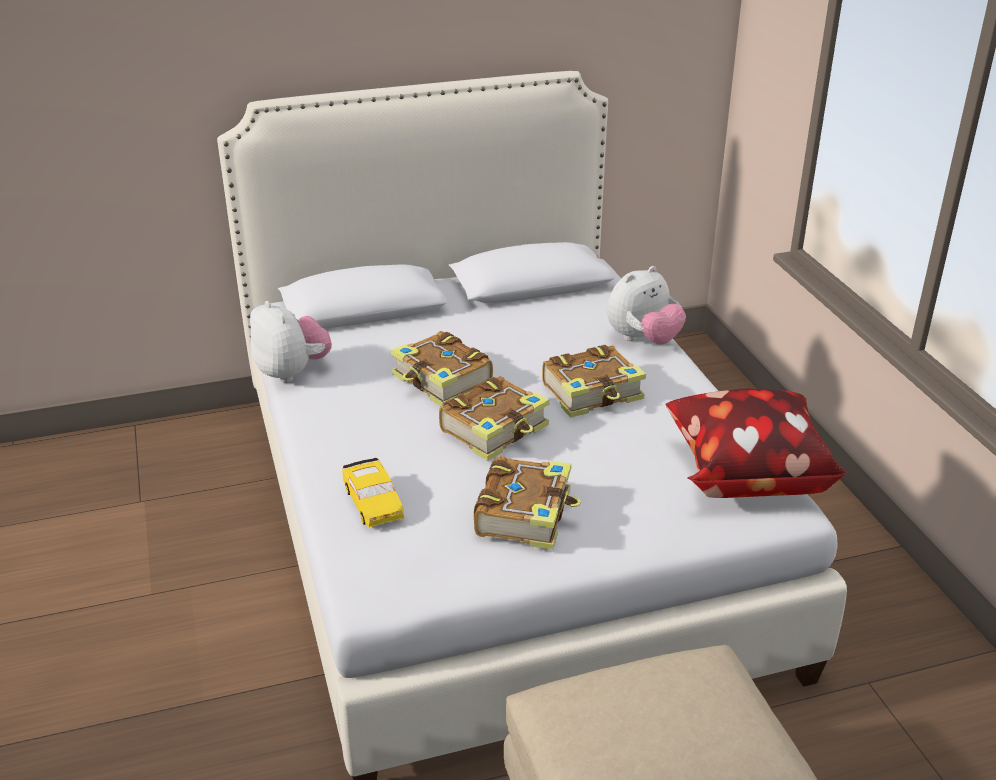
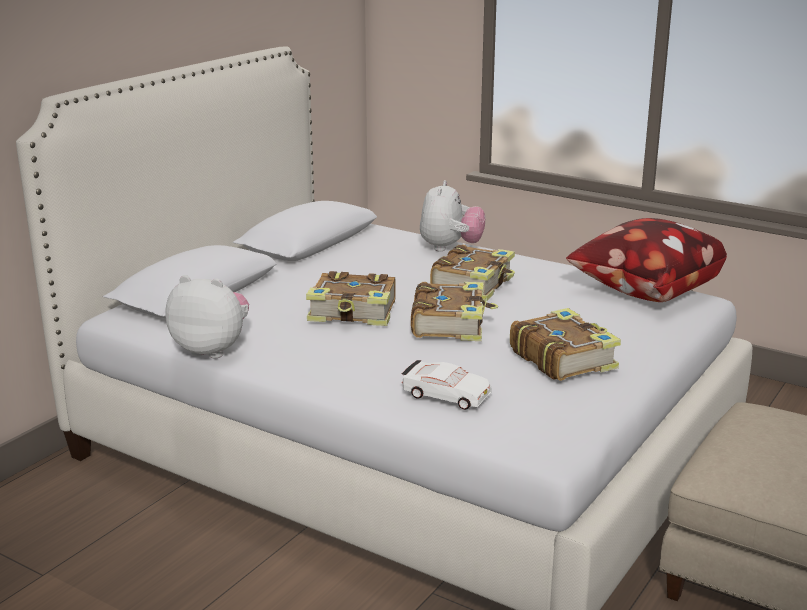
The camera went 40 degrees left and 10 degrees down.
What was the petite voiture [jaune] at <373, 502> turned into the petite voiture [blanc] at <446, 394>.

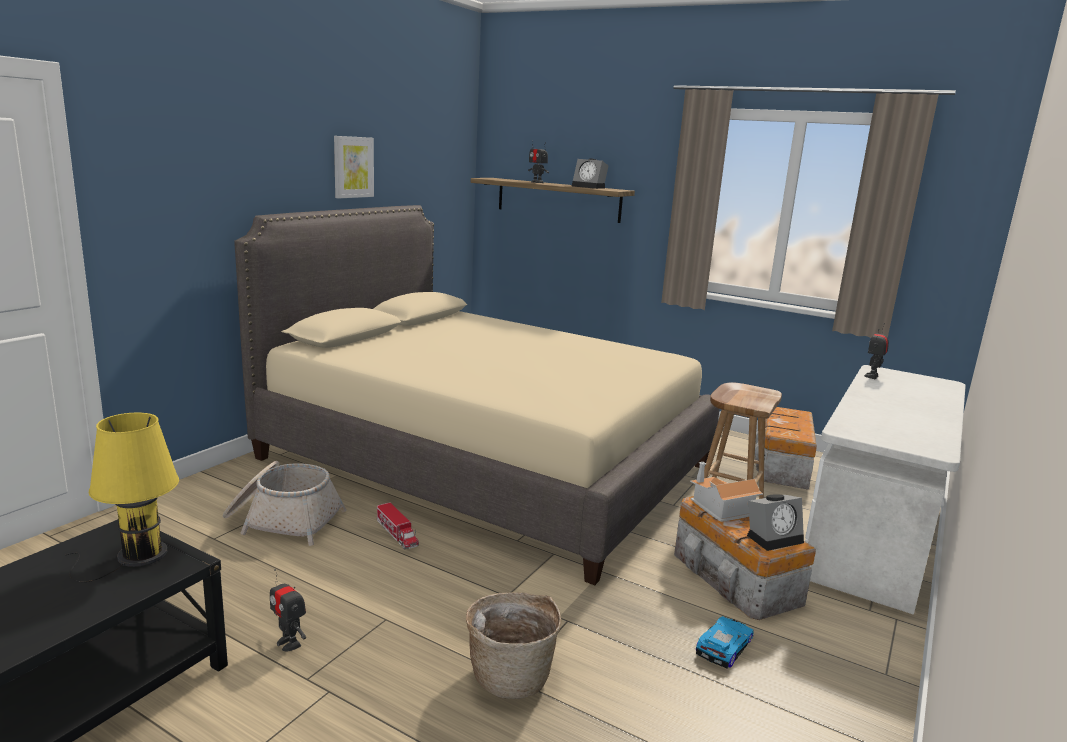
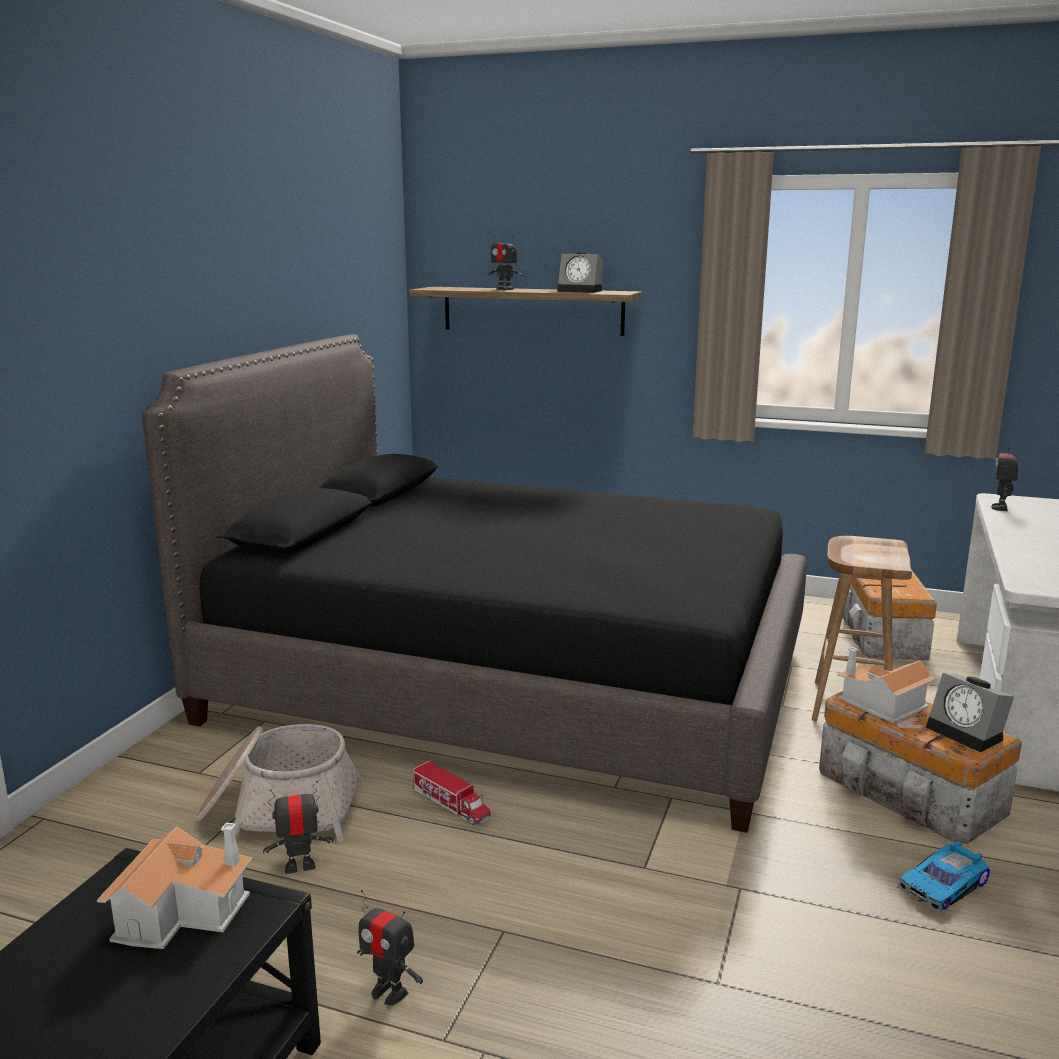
The camera went 10 degrees left and 0 degrees up.
The second view lost the tableau at <353, 167>.
What was the lit [beige] at <485, 462> turned into the lit [noir] at <512, 682>.
Where the lampe de table [jaune] stood at <136, 556>, the maison miniature came to stand at <183, 910>.
The réveil at <774, 537> ended up facing another way, 90 degrees clockwise from before.
The second view lost the panier at <511, 675>.
The petite voiture at <723, 646> ended up facing another way, 150 degrees counterclockwise from before.
The second view gained the robot jouet at <300, 866>.

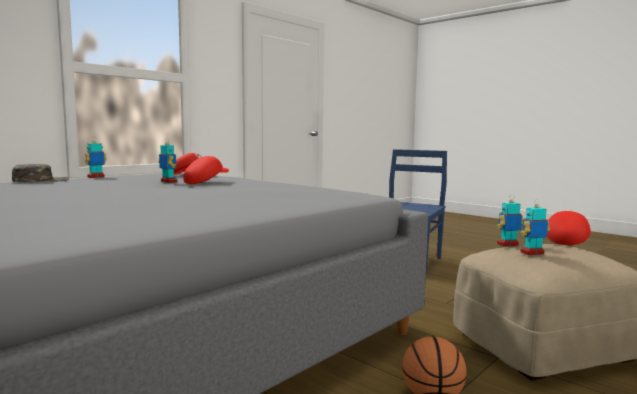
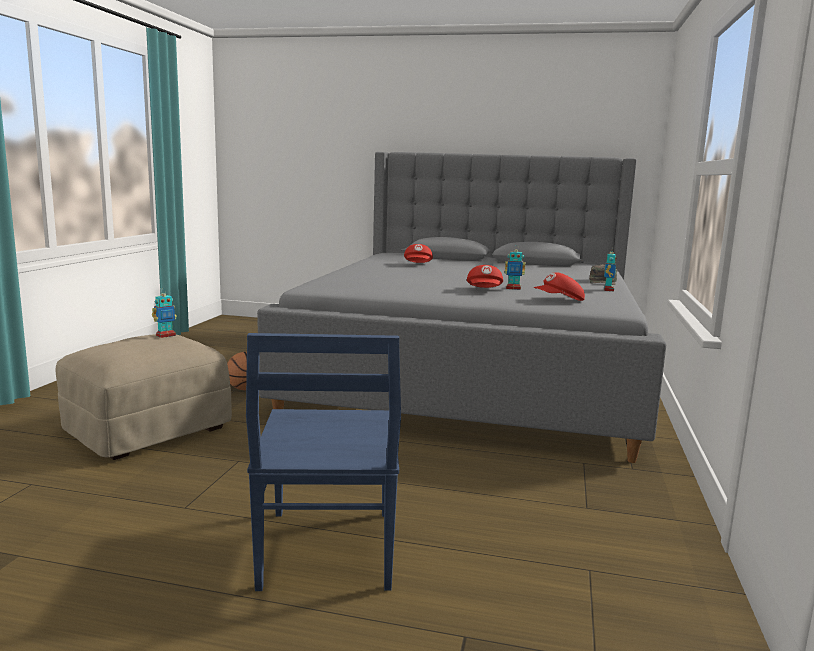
The camera went 150 degrees right and 5 degrees up.
The second view lost the robot jouet at <508, 245>.
The casquette [rouge] ended up elsewhere, having gone from <565, 240> to <418, 264>.

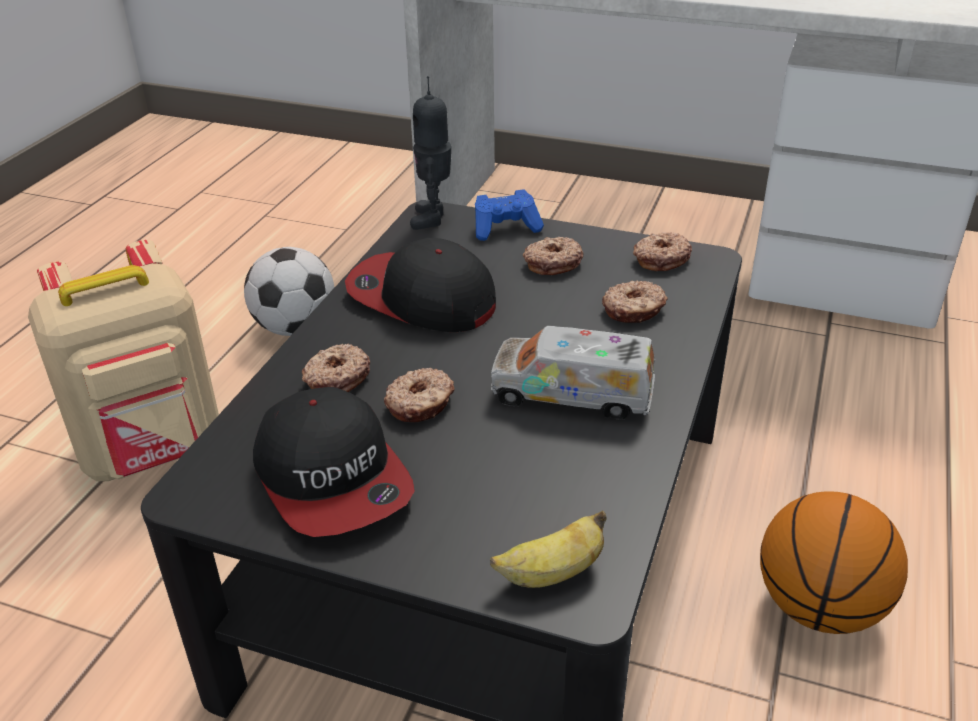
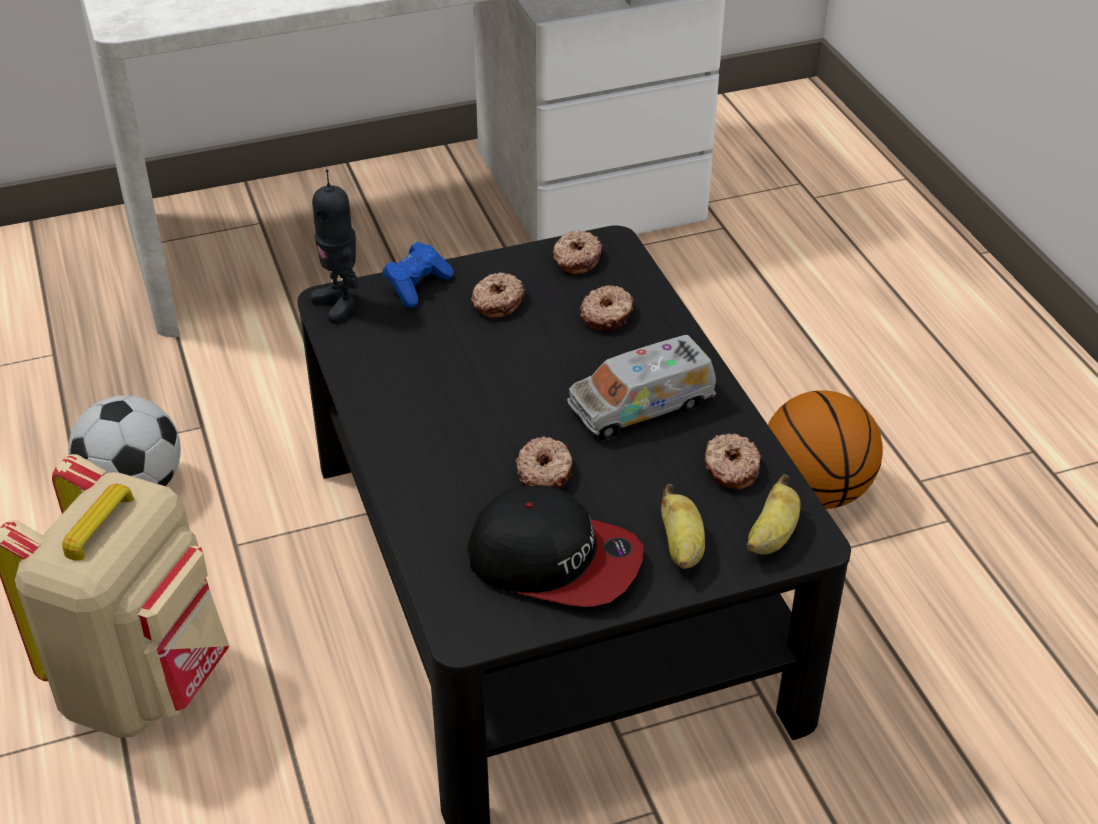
The camera went 40 degrees left and 5 degrees up.
The second view lost the casquette at <421, 298>.
The beignet ended up elsewhere, having gone from <336, 378> to <730, 469>.
The second view gained the banane at <682, 548>.

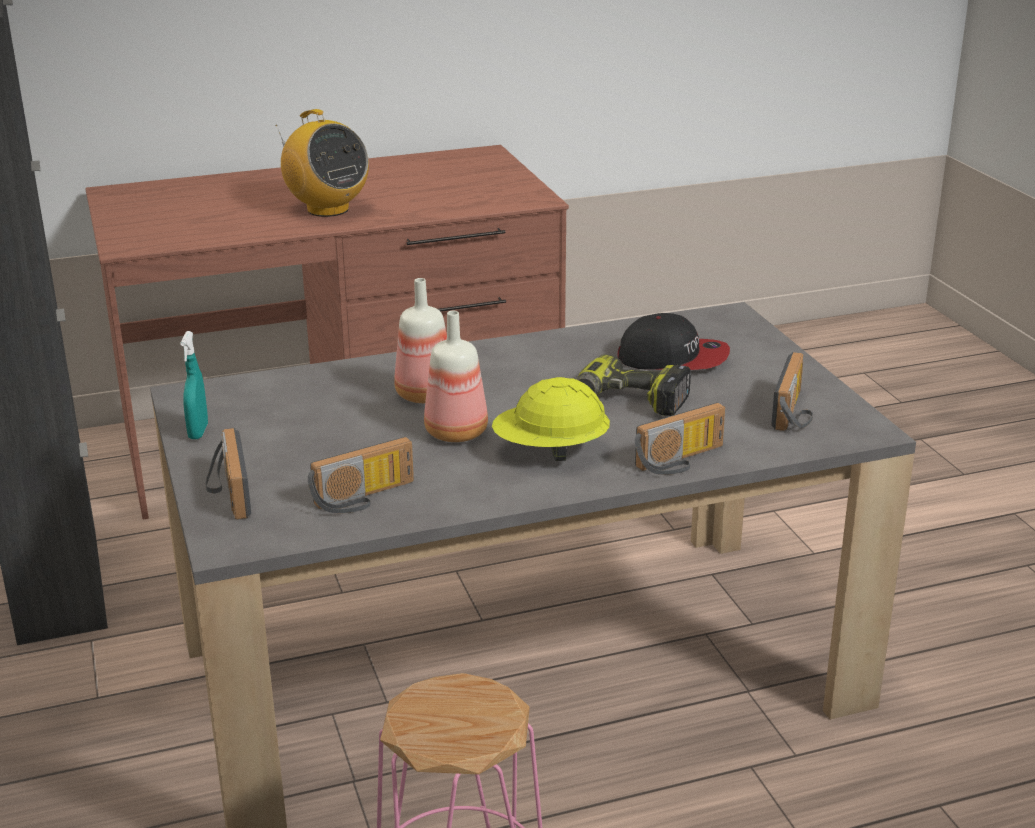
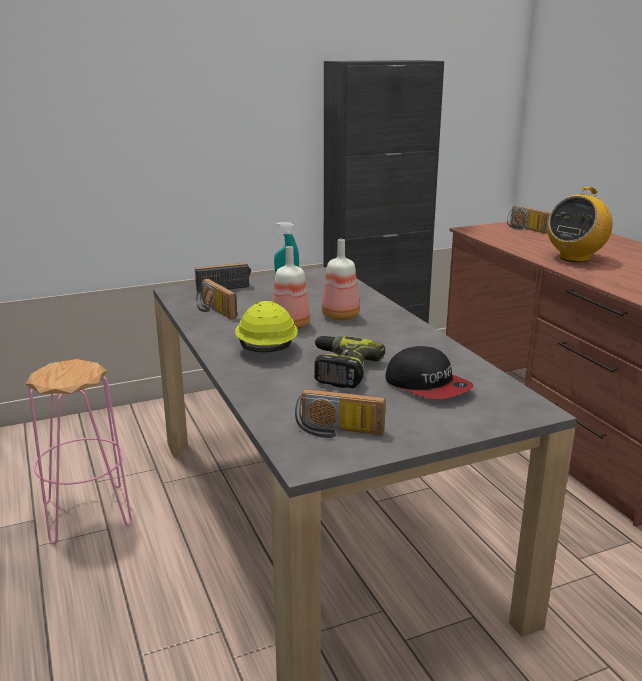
The camera went 85 degrees right and 5 degrees down.
The casquette at <673, 358> ended up facing another way, 45 degrees counterclockwise from before.
The radio ended up elsewhere, having gone from <682, 461> to <525, 229>.

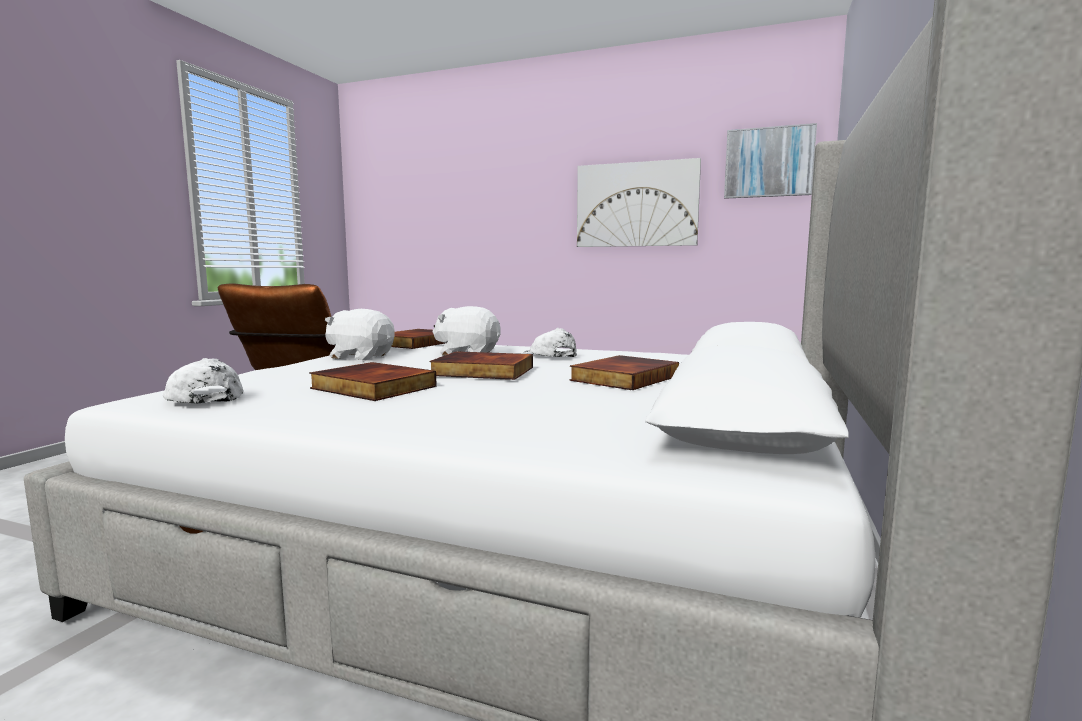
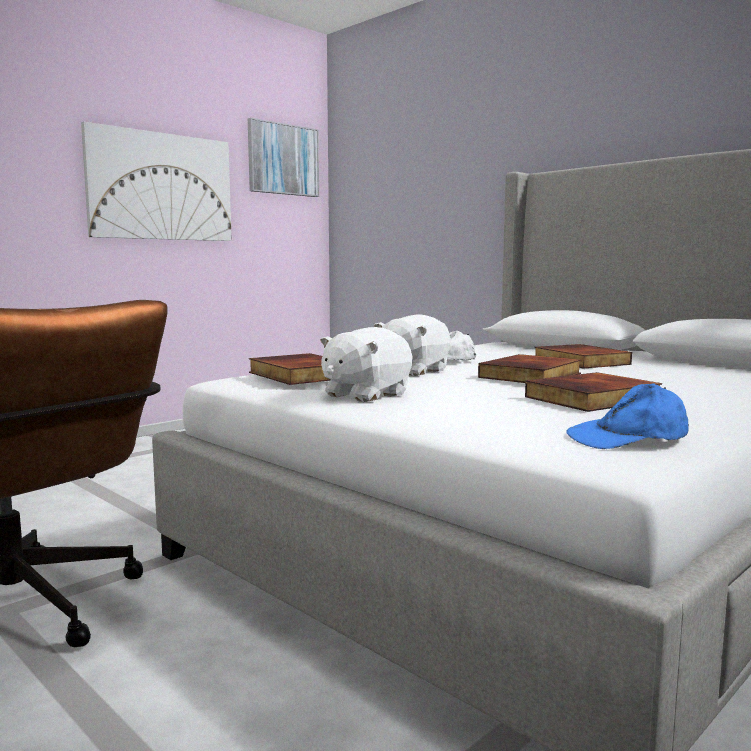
The camera went 65 degrees left and 0 degrees up.
What was the casquette [blanc] at <203, 397> turned into the casquette [bleu] at <628, 438>.

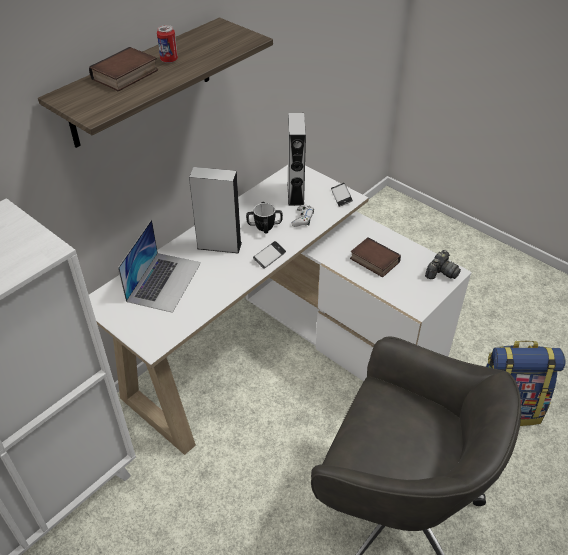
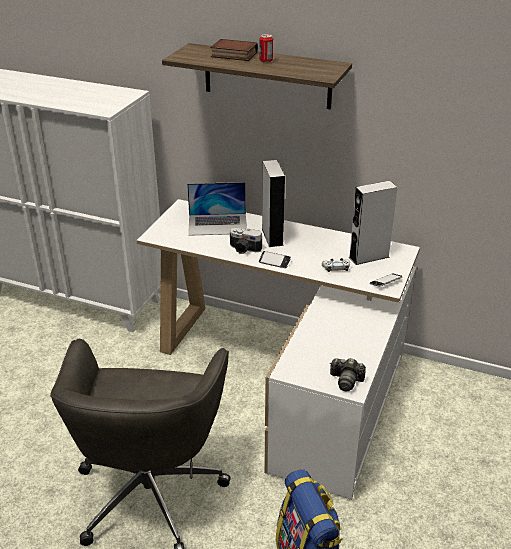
The camera went 70 degrees right and 10 degrees down.
The second view lost the mug at <264, 226>.
The second view lost the livre at <373, 261>.
The second view gained the appareil photo at <244, 249>.

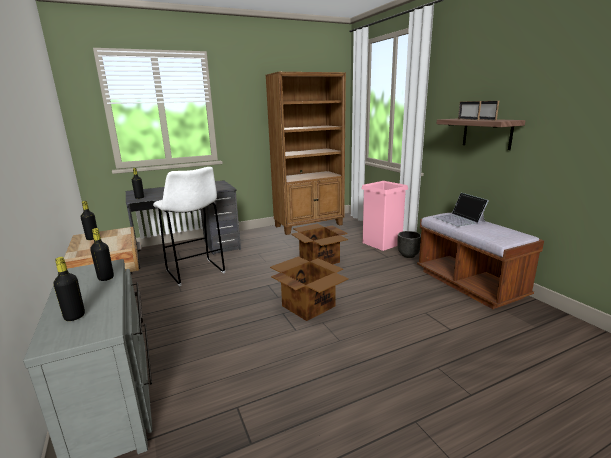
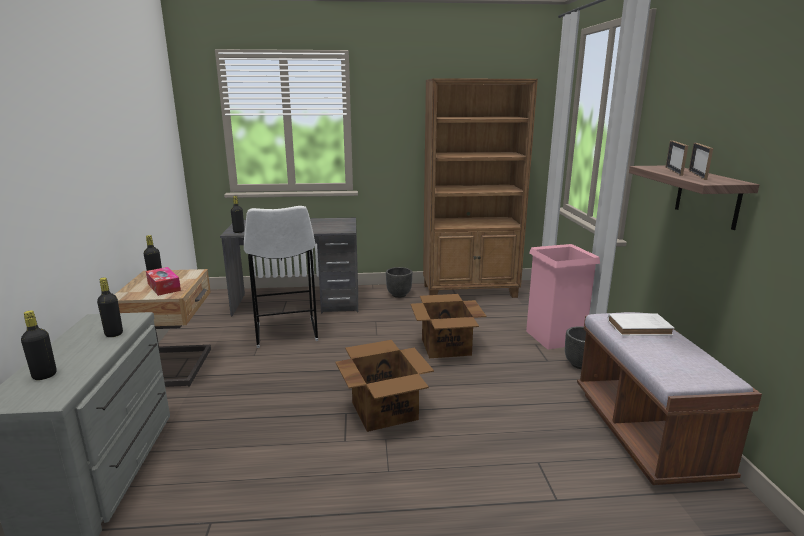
The camera went 20 degrees right and 0 degrees up.
Where the ordinateur portable stood at <459, 219>, the livre [blanc] came to stand at <640, 328>.
The second view gained the boîte à mouchoirs at <164, 287>.
The second view gained the cache-pot [noir] at <399, 295>.

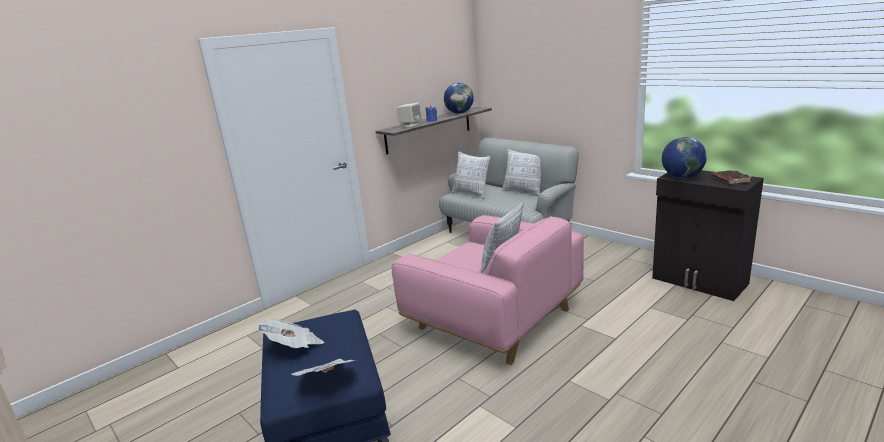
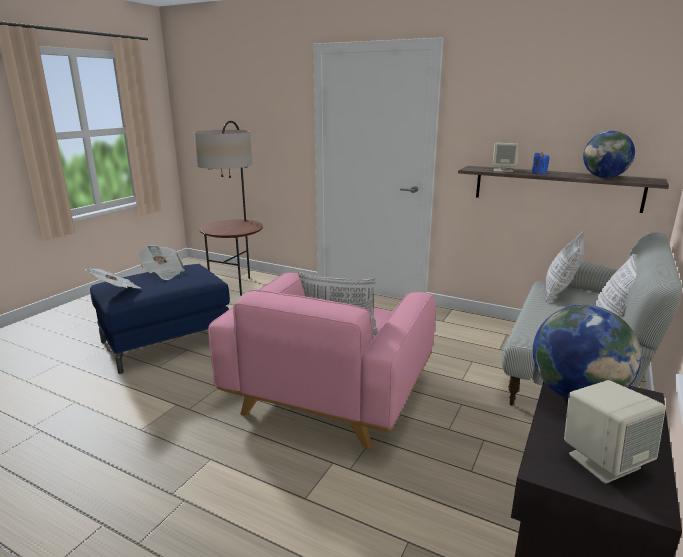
The camera went 70 degrees right and 0 degrees up.
Where the livre [marron] stood at <730, 180>, the enceinte [beige] came to stand at <603, 460>.
The second view gained the lampadaire at <236, 286>.

